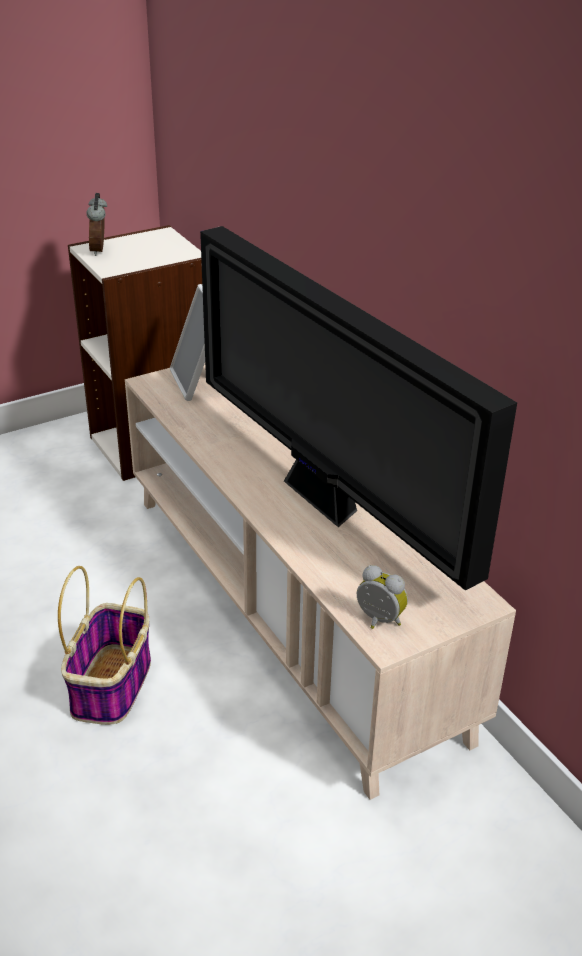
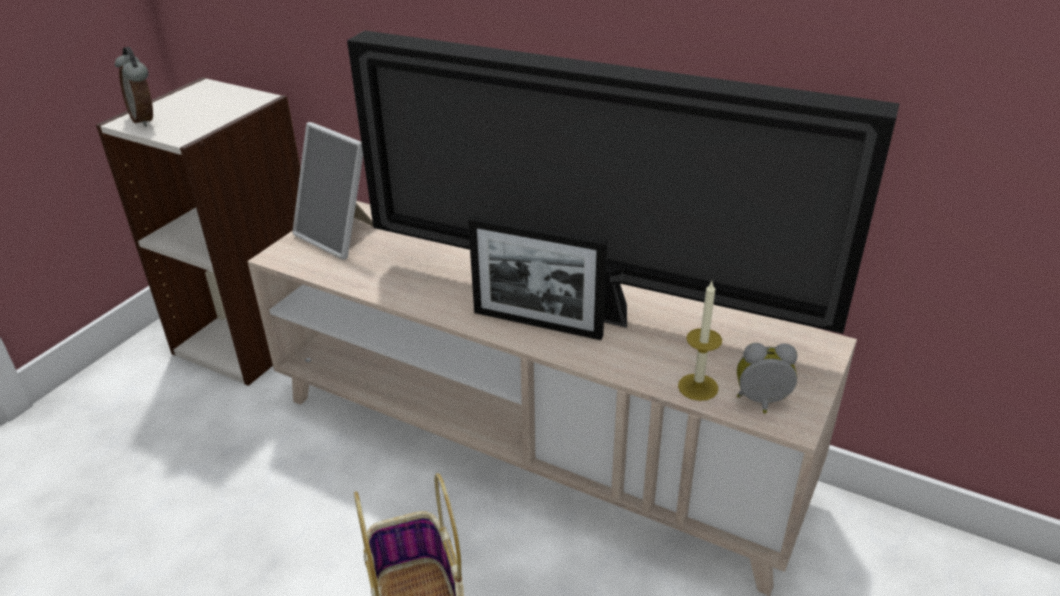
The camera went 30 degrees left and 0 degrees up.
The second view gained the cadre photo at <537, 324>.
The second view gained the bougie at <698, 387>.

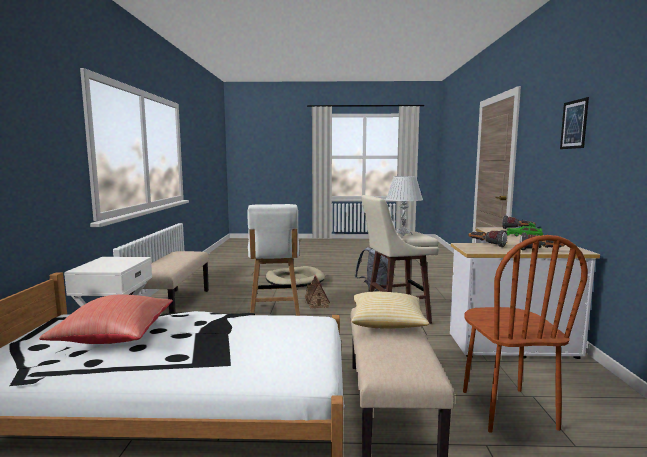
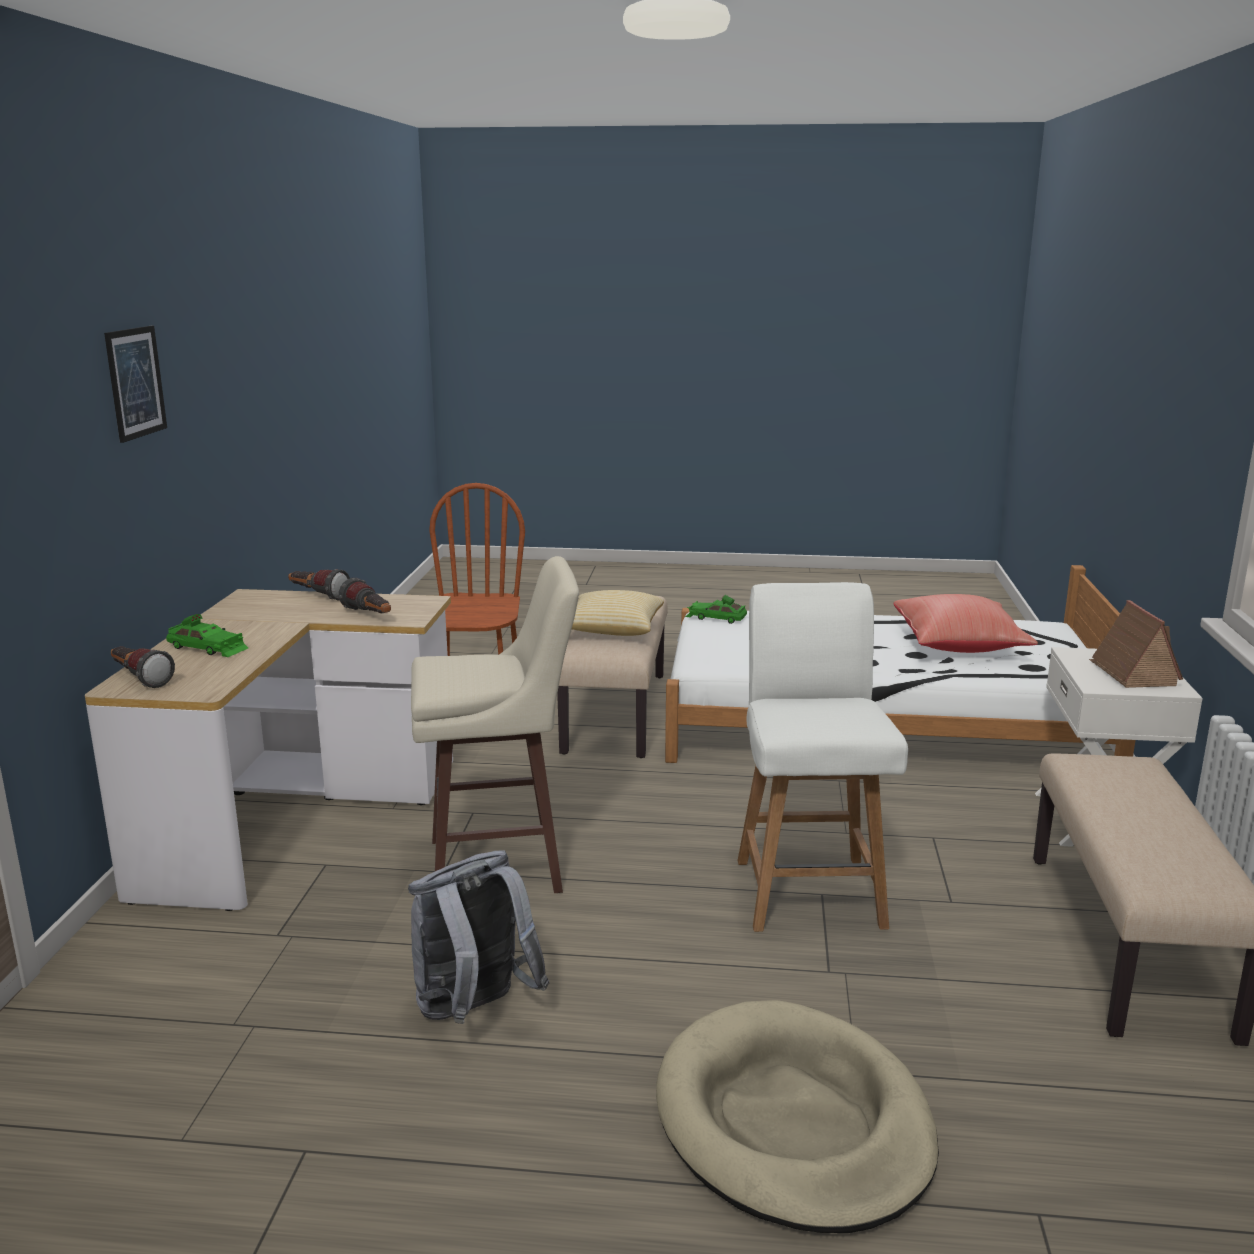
The camera went 175 degrees left and 10 degrees up.
The second view lost the lampe de table [blanc] at <403, 234>.
The maison miniature ended up elsewhere, having gone from <317, 303> to <1132, 673>.
The second view gained the petite voiture [vert] at <715, 618>.

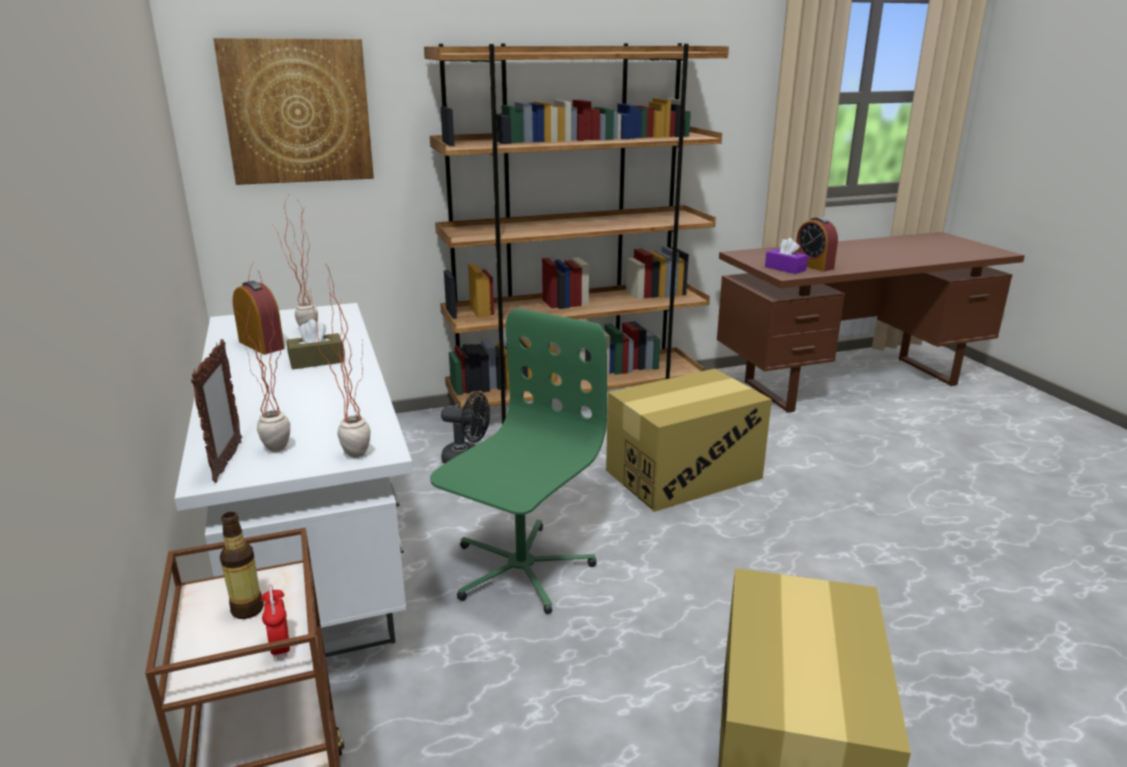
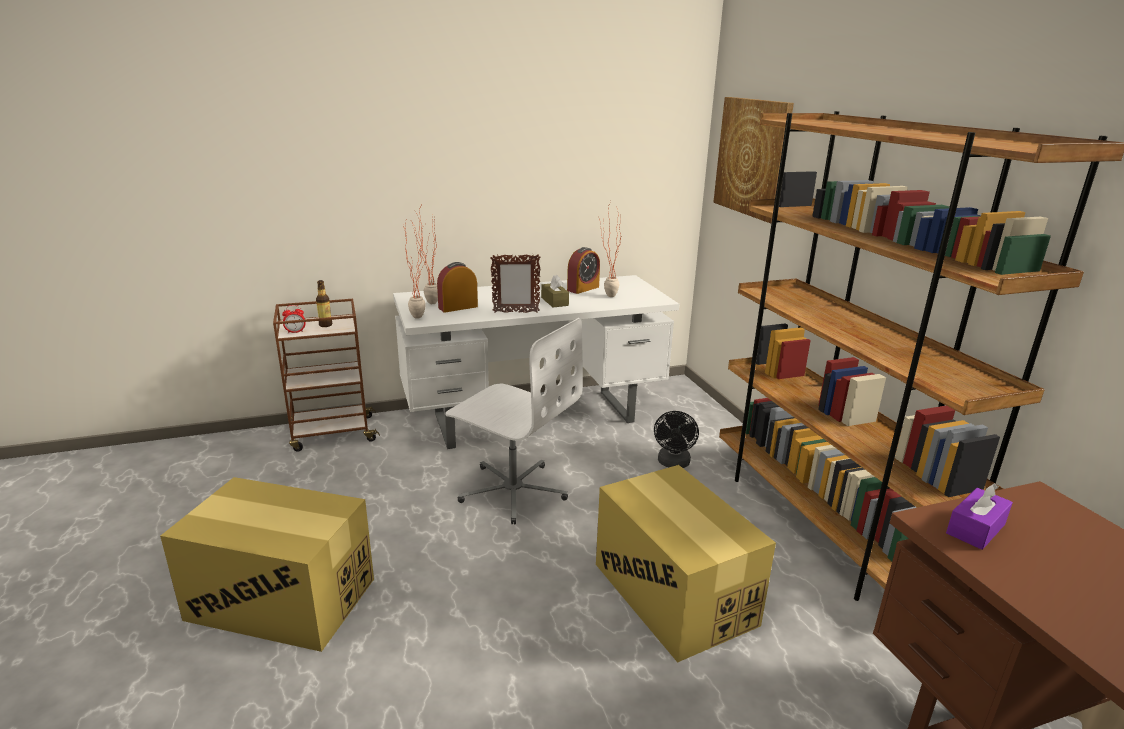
The camera went 90 degrees right and 0 degrees up.
The réveil ended up elsewhere, having gone from <813, 266> to <458, 307>.
What was the chaise de bureau [vert] at <520, 569> turned into the chaise de bureau [blanc] at <513, 490>.
The cadre photo ended up elsewhere, having gone from <227, 462> to <515, 312>.

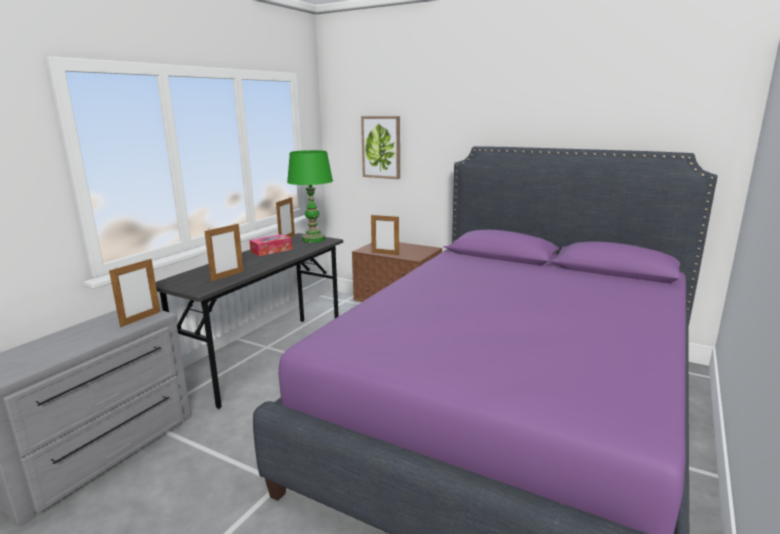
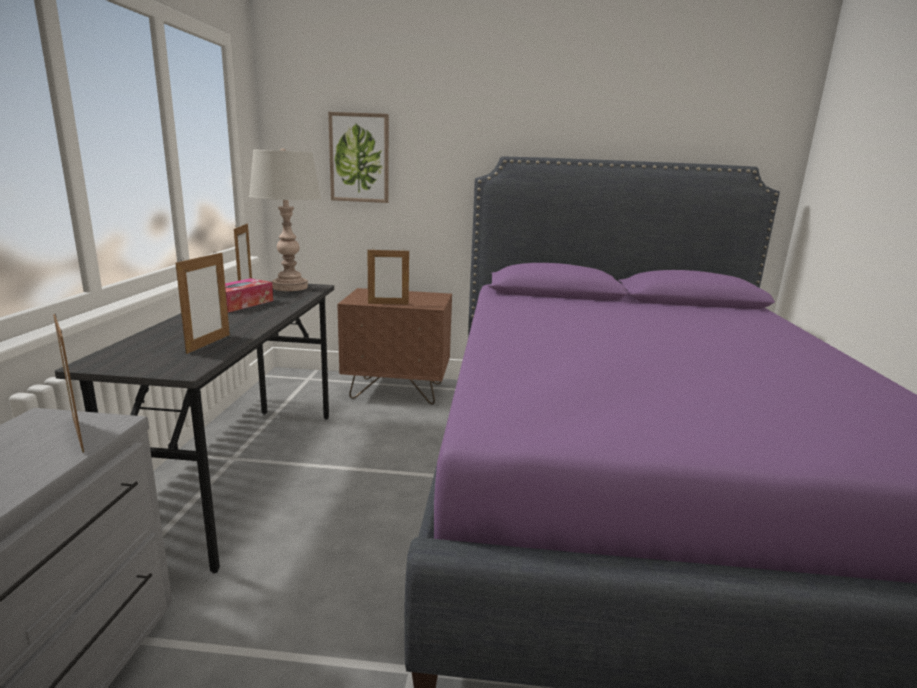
The camera went 25 degrees left and 0 degrees up.
What was the lampe de table [vert] at <313, 239> turned into the lampe de table [gris] at <290, 287>.
The cadre photo at <140, 319> ended up facing another way, 135 degrees clockwise from before.

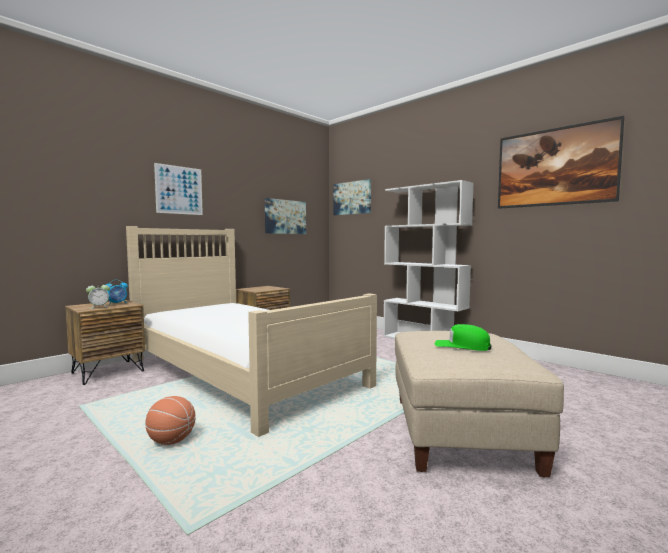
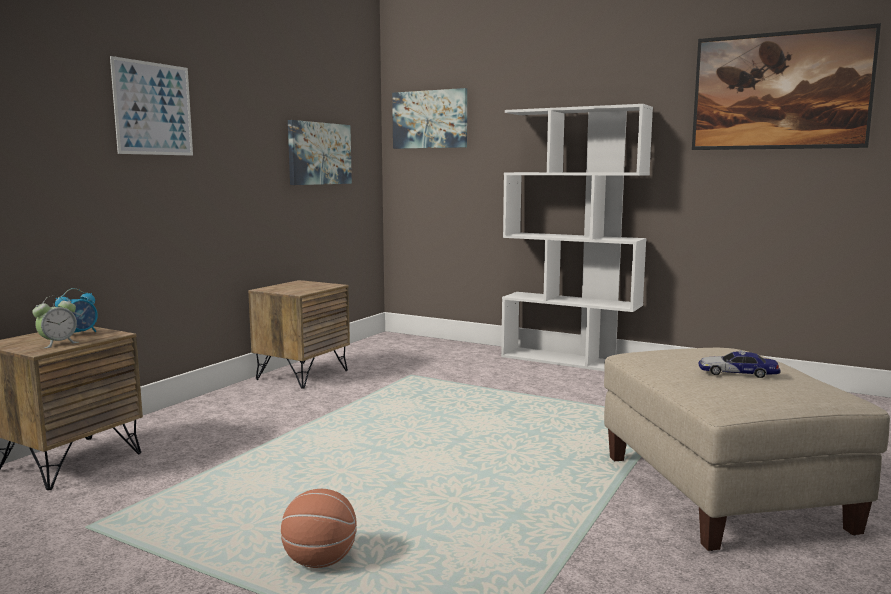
The camera went 15 degrees left and 5 degrees up.
The second view lost the lit [beige] at <241, 372>.
Where the casquette [vert] stood at <462, 346>, the petite voiture came to stand at <737, 373>.

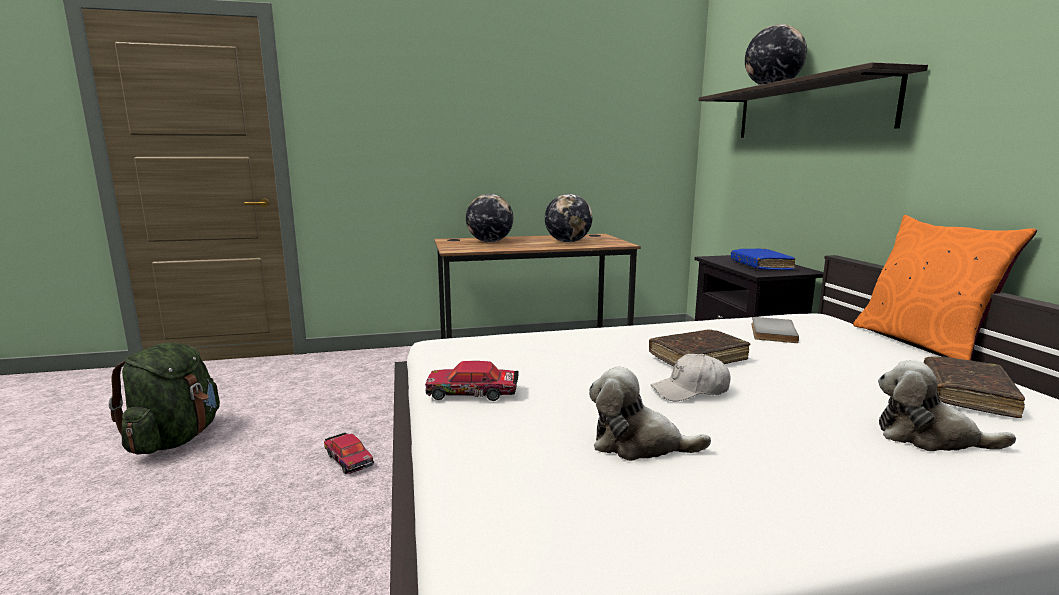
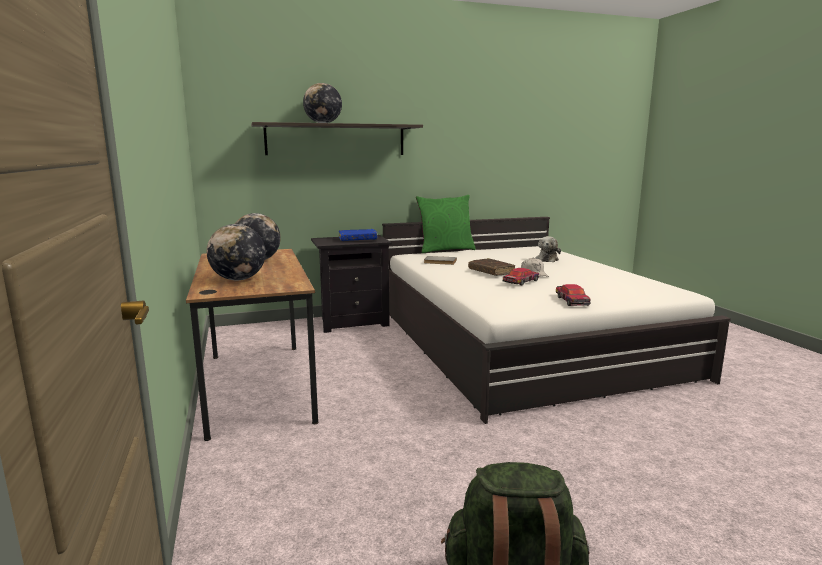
The camera went 95 degrees left and 0 degrees up.
What was the coussin [orange] at <921, 343> turned into the coussin [vert] at <445, 250>.
The second view lost the livre [marron] at <966, 395>.
The second view lost the peluche at <638, 444>.
The petite voiture ended up elsewhere, having gone from <349, 459> to <520, 282>.

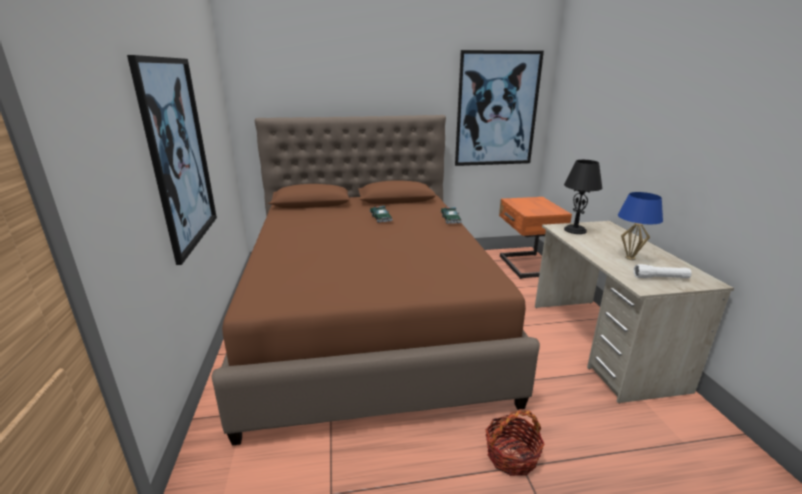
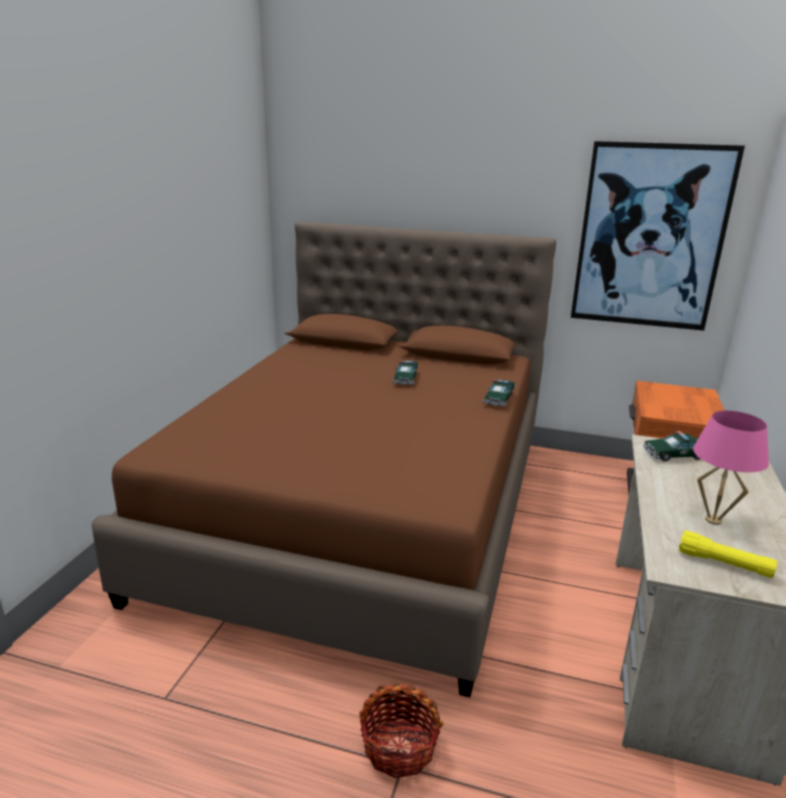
The camera went 25 degrees right and 0 degrees up.
The second view lost the tableau at <179, 155>.
Where the lampe de table [noir] stood at <575, 230>, the petite voiture came to stand at <677, 455>.
What was the lampe de table [bleu] at <630, 258> turned into the lampe de table [rose] at <713, 520>.
What was the lampe de poche [blanc] at <660, 278> turned into the lampe de poche [jaune] at <724, 564>.

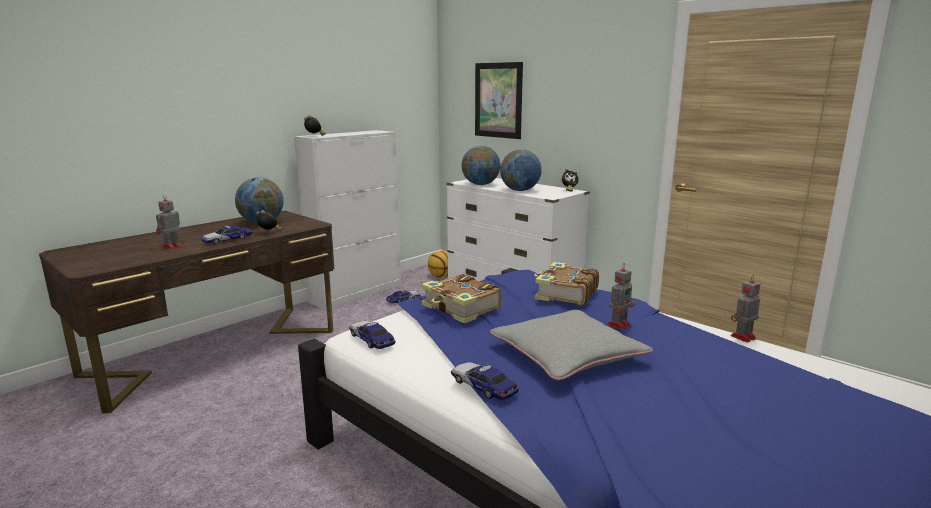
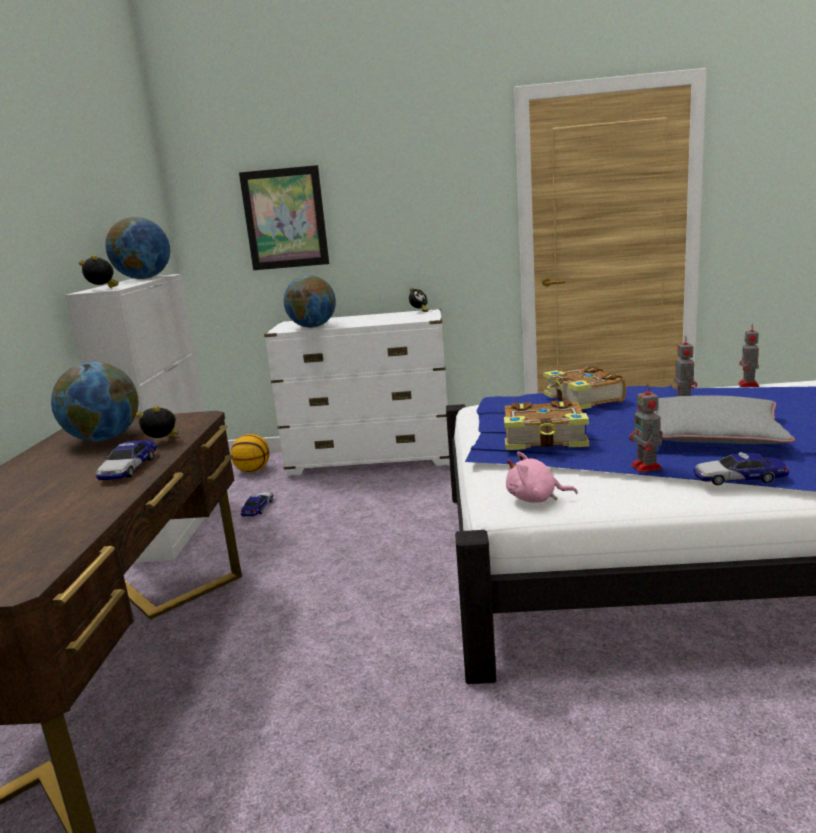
The camera went 40 degrees left and 0 degrees up.
The globe ended up elsewhere, having gone from <520, 190> to <144, 278>.
The robot jouet ended up elsewhere, having gone from <171, 247> to <647, 467>.
Where the petite voiture stood at <371, 339>, the peluche [rose] came to stand at <535, 499>.

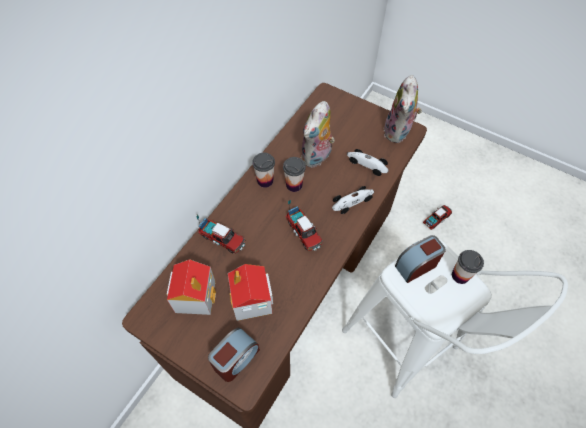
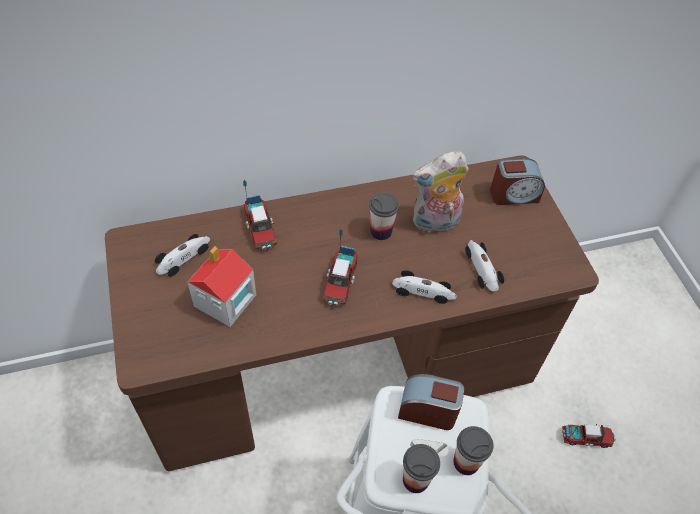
The camera went 40 degrees right and 5 degrees down.
The second view lost the peluche at <398, 132>.
The tasse ended up elsewhere, having gone from <265, 181> to <415, 480>.
Where the maison miniature stood at <195, 296>, the petite voiture came to stand at <184, 257>.
The réveil ended up elsewhere, having gone from <236, 359> to <513, 195>.

